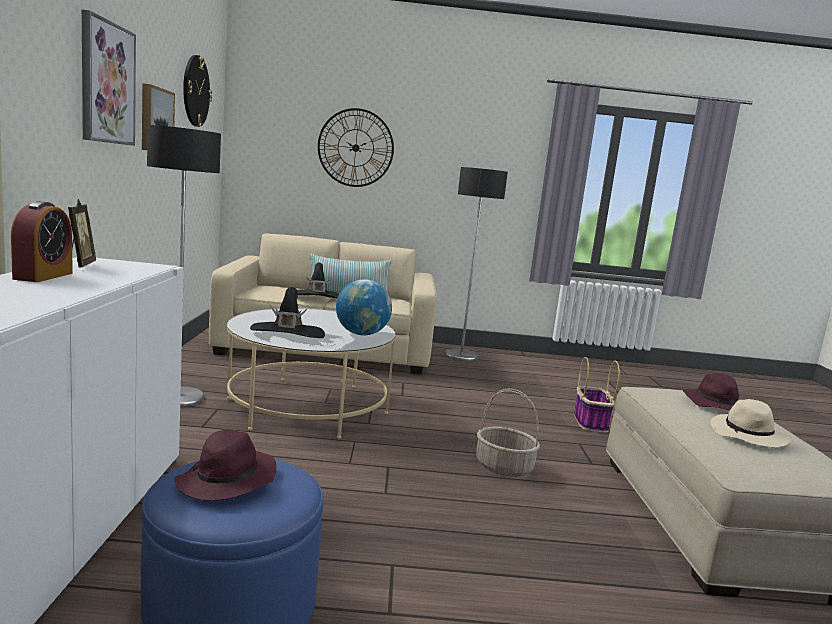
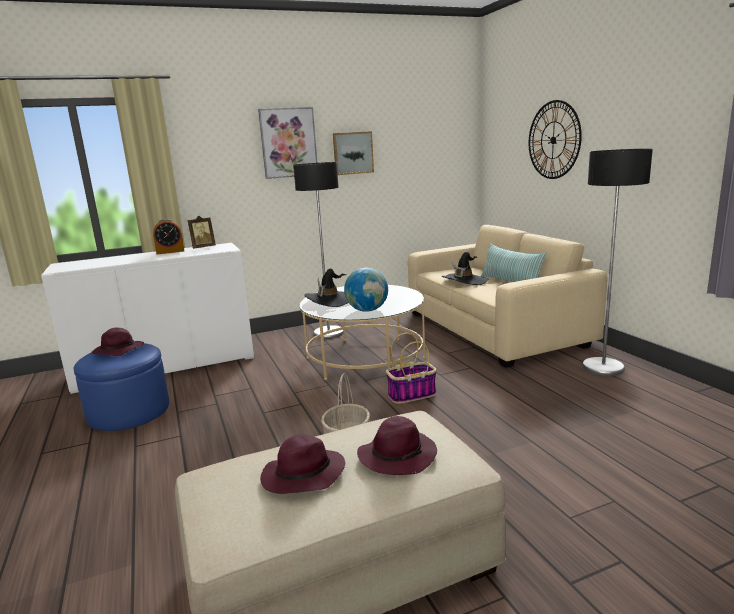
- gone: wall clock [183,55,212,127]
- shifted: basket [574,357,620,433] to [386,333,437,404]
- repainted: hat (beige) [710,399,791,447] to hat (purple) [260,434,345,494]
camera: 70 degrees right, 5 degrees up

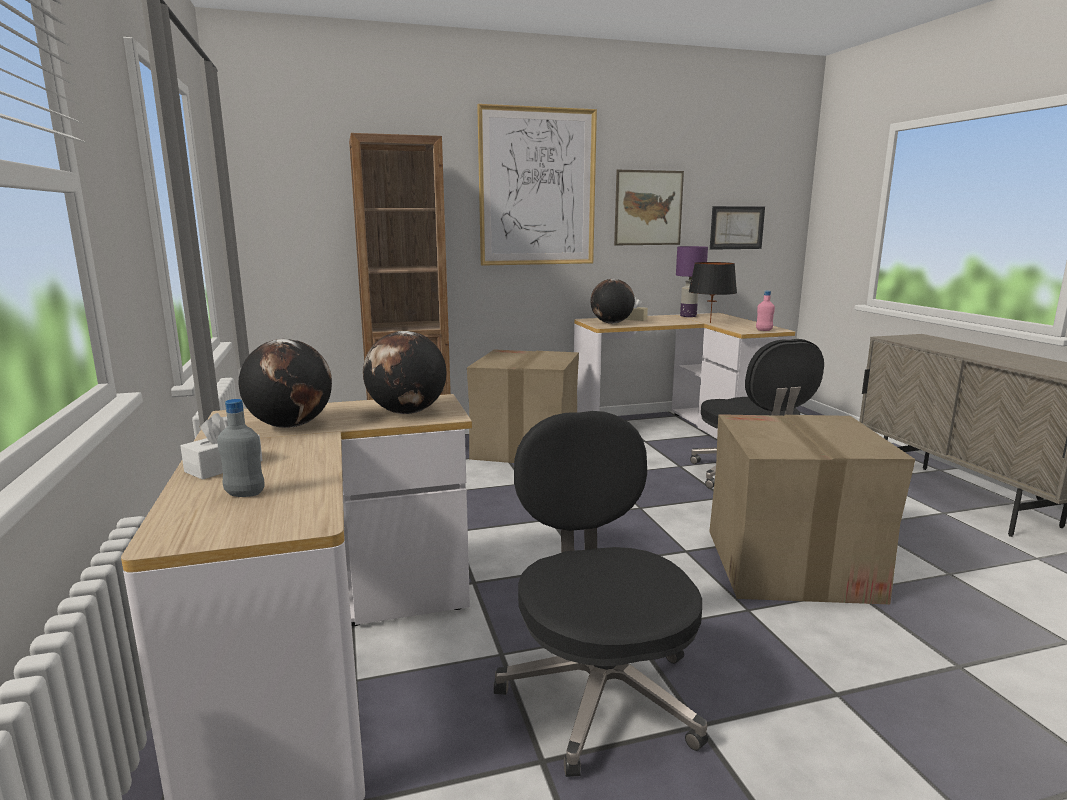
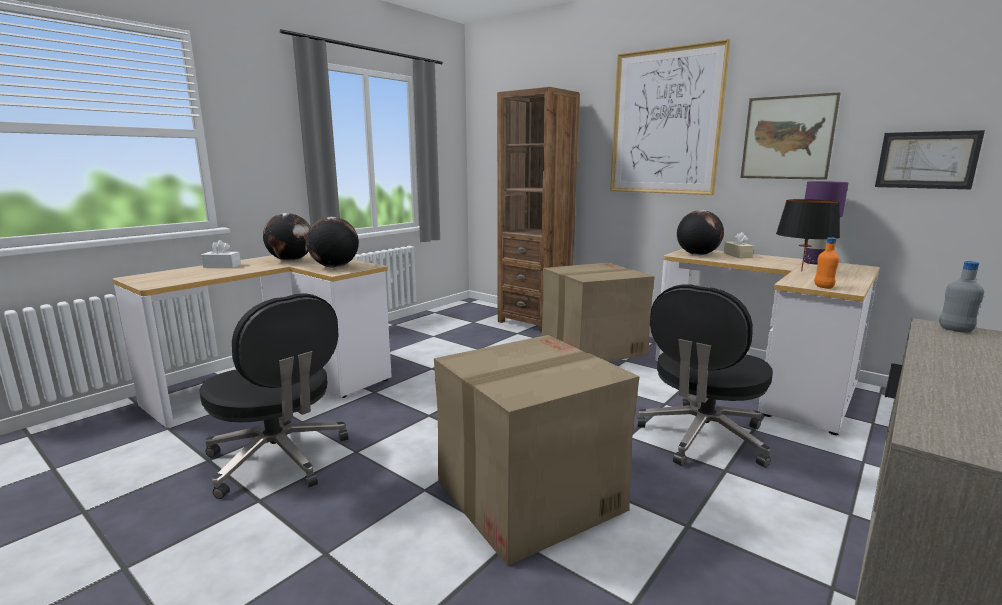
- shifted: bottle (grey) [217,399,265,497] to [939,261,984,333]
- rotated: office chair (black) [494,411,708,777] = [199,293,348,499] 90 degrees clockwise
- repainted: bottle (pink) [756,291,775,331] to bottle (orange) [814,237,839,289]
camera: 55 degrees right, 0 degrees up

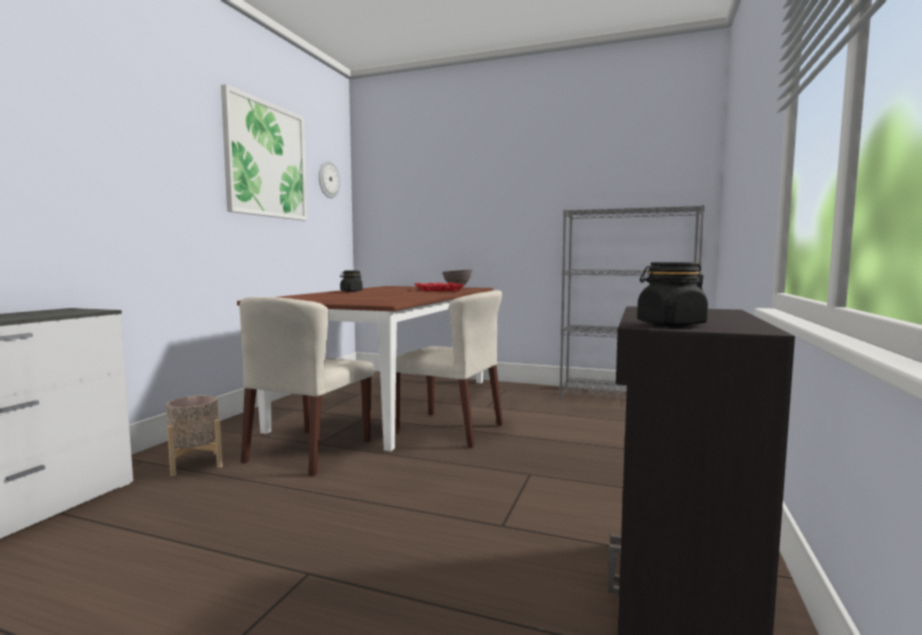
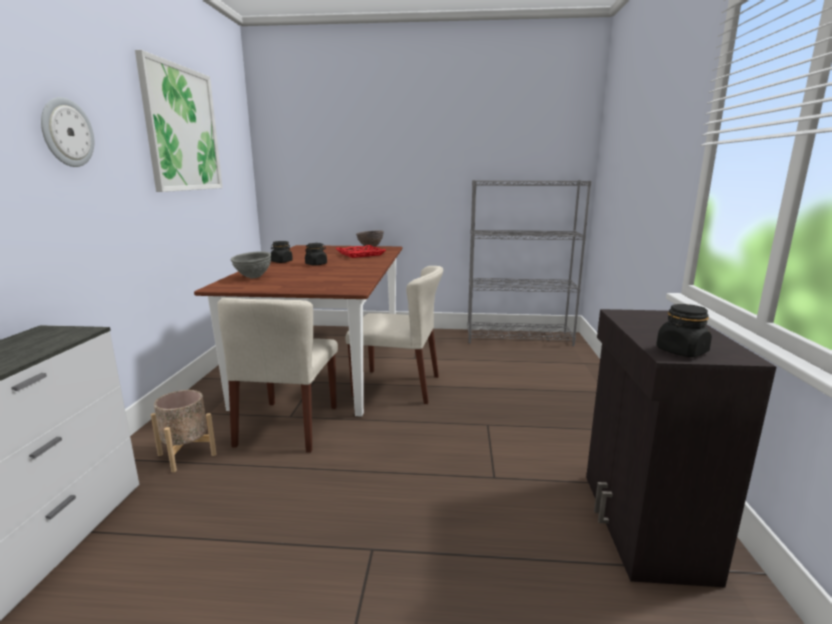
- shifted: wall clock [319,161,340,198] to [41,97,94,167]
- new: bowl (grey) [231,251,271,278]
- new: jar (black) [305,243,327,266]
camera: 15 degrees left, 10 degrees up

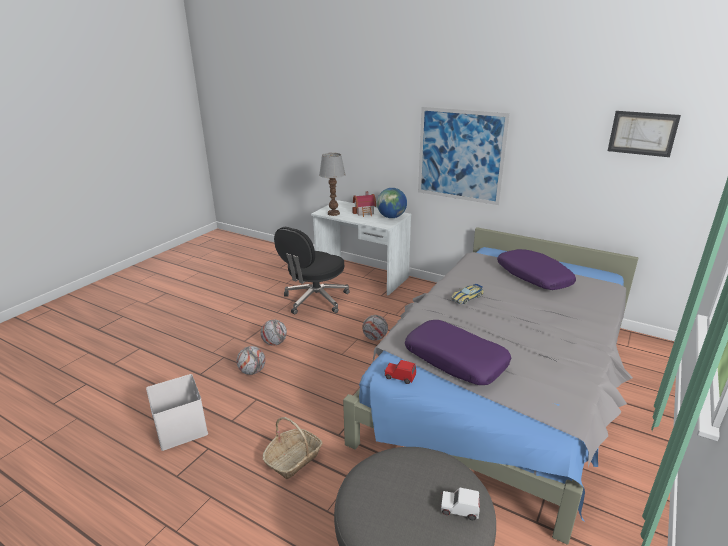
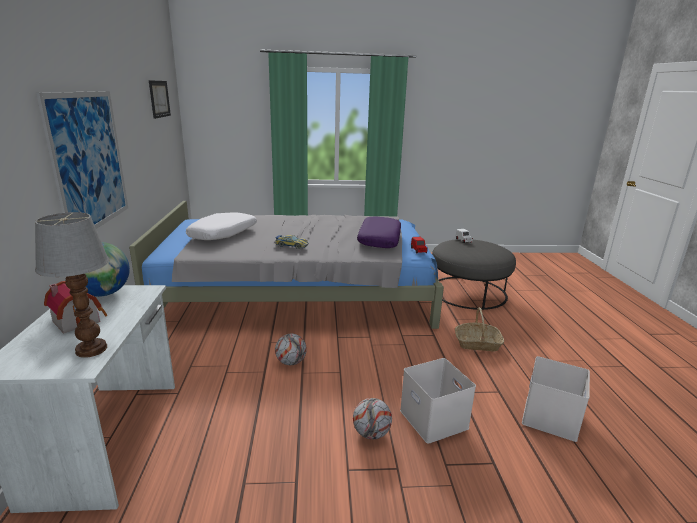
- swapped: football [237,346,265,375] to storage box (white) [400,358,476,444]
- gone: office chair (black) [274,227,350,314]
- repainted: pillow (purple) [497,249,576,290] to pillow (white) [186,212,257,240]
camera: 125 degrees left, 5 degrees down

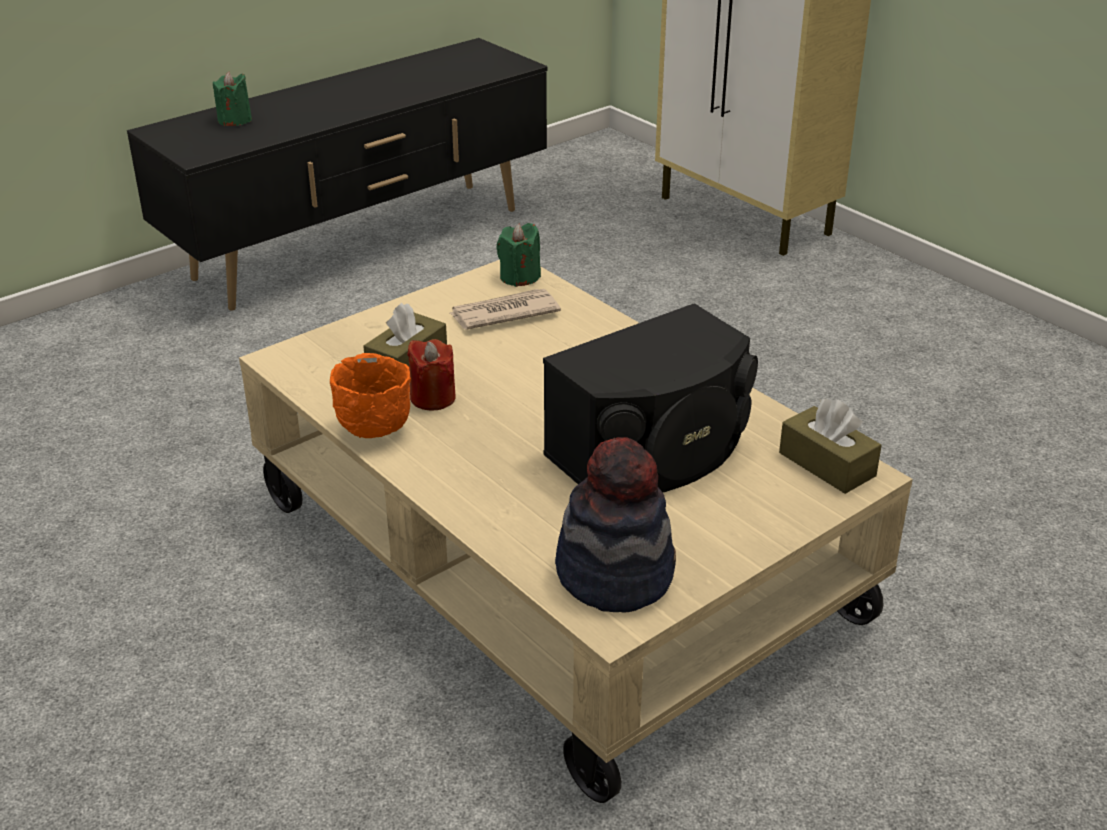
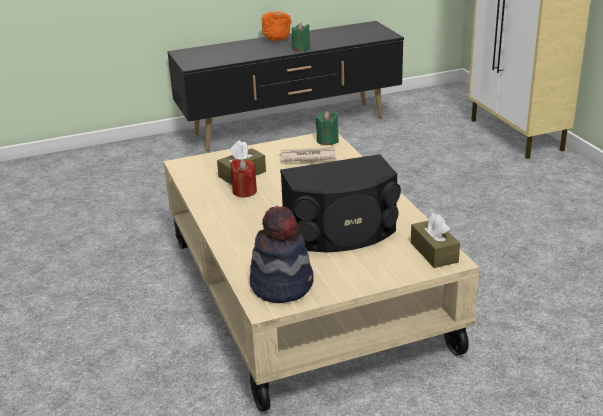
- shifted: candle (green) [213,72,252,126] to [292,23,310,51]
- shifted: bowl (orange) [330,353,411,438] to [261,11,292,41]
camera: 20 degrees right, 5 degrees down

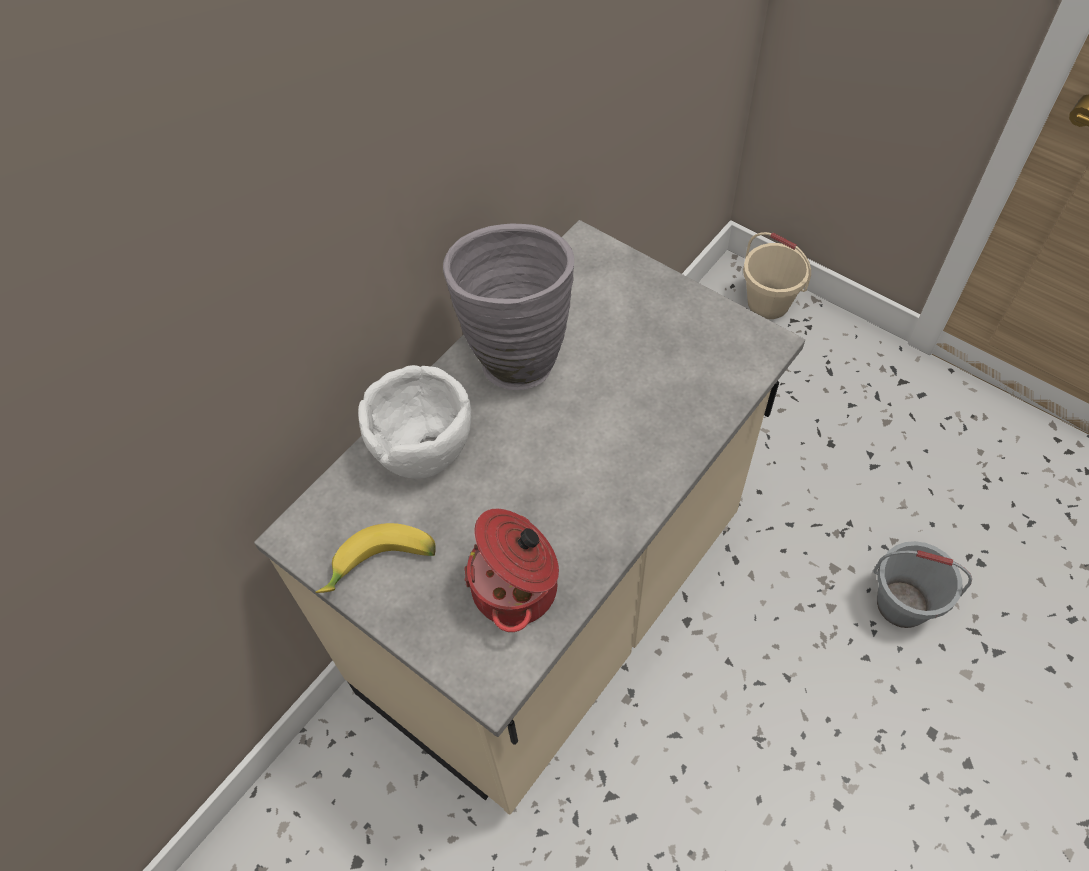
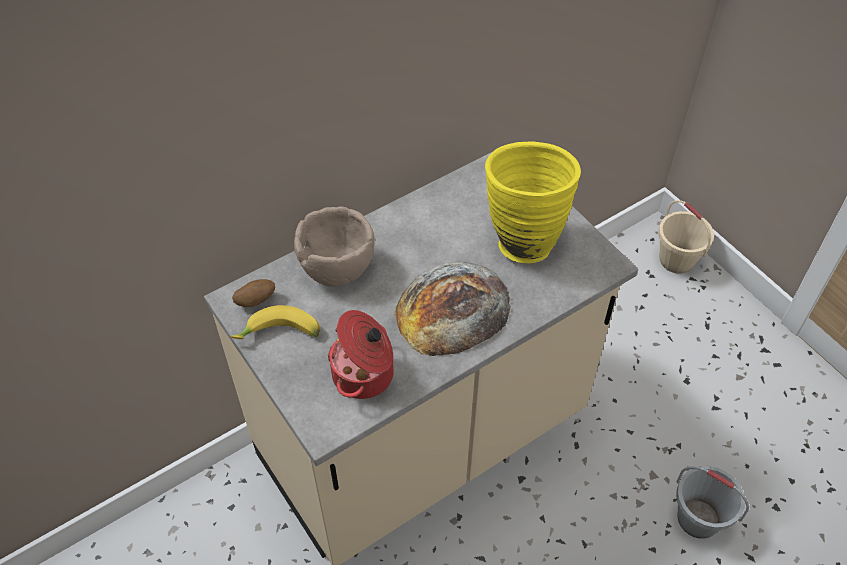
- repainted: bowl (white) [358,365,471,479] to bowl (brown) [294,206,375,287]
- gone: vase (grey) [443,223,575,390]
- new: potato [232,279,275,307]
- new: bread [394,262,511,356]
- new: vase (yellow) [485,142,581,263]
camera: 15 degrees right, 5 degrees down

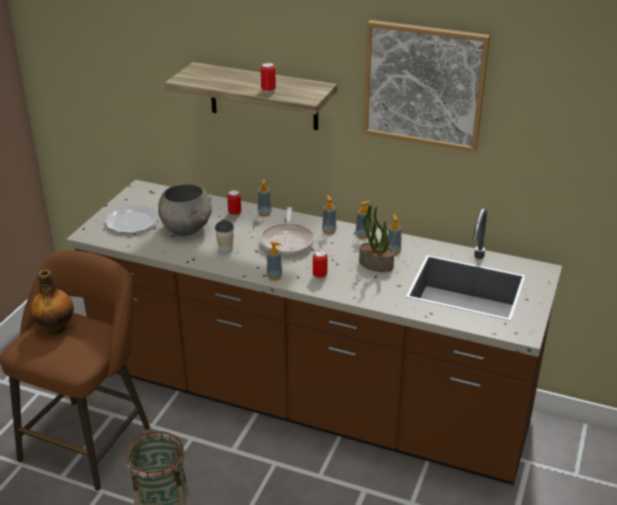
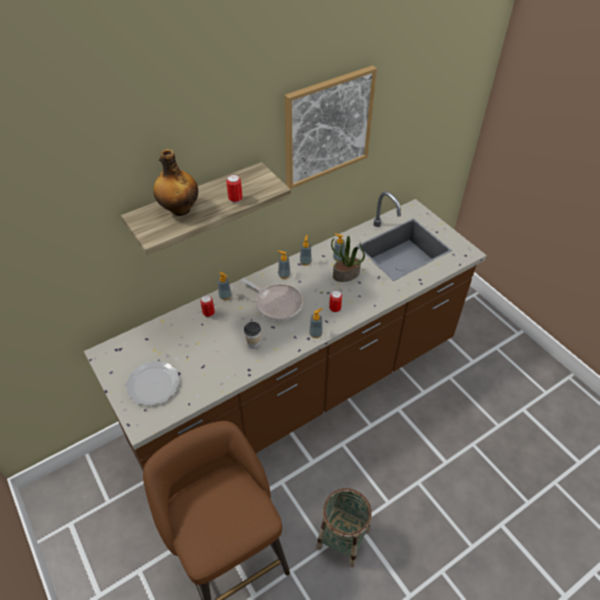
- shifted: bottle [30,270,74,334] to [153,149,198,216]
- gone: bowl (grey) [158,184,212,236]
camera: 55 degrees left, 15 degrees up

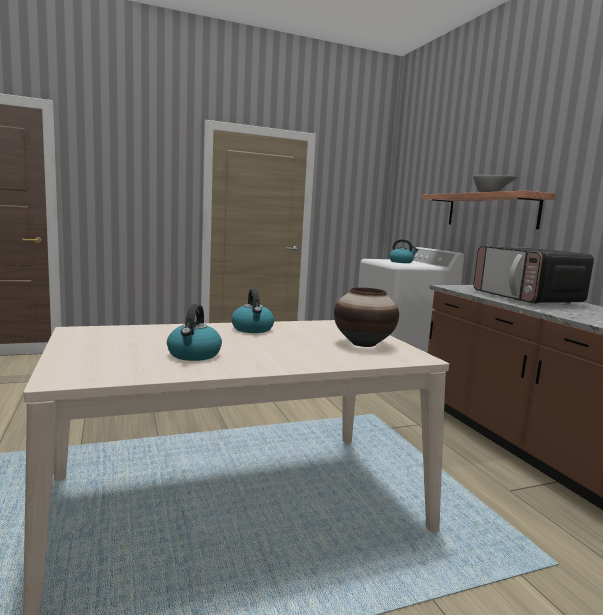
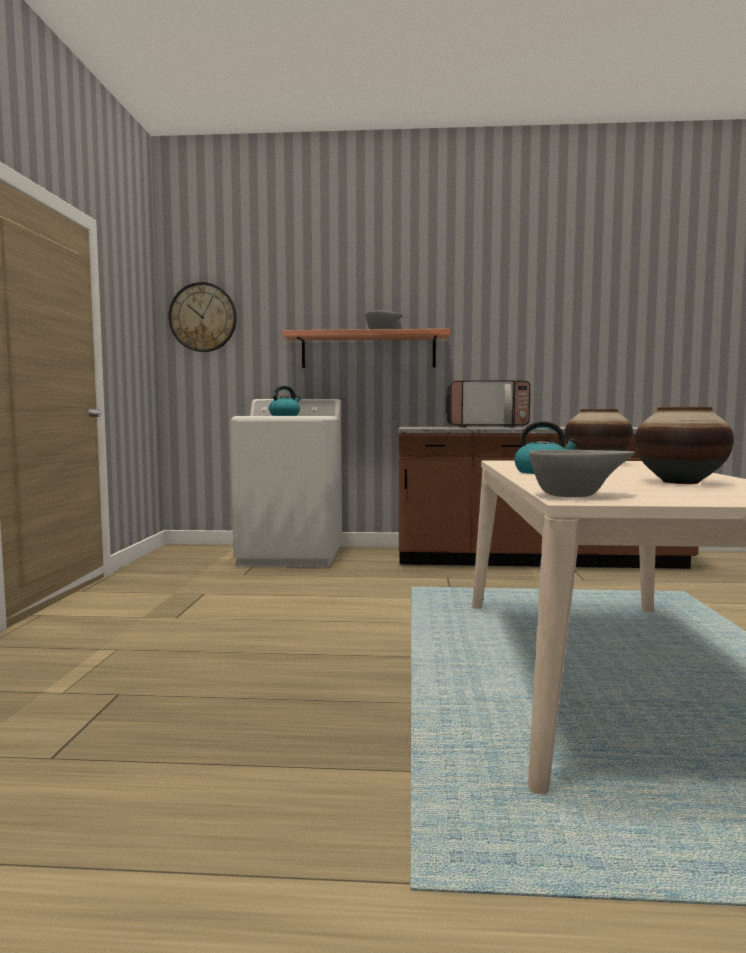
- swapped: kettle [167,304,222,361] to vase [635,407,734,484]
- new: wall clock [168,282,237,352]
- new: bowl (grey) [529,450,635,497]
camera: 65 degrees left, 5 degrees down

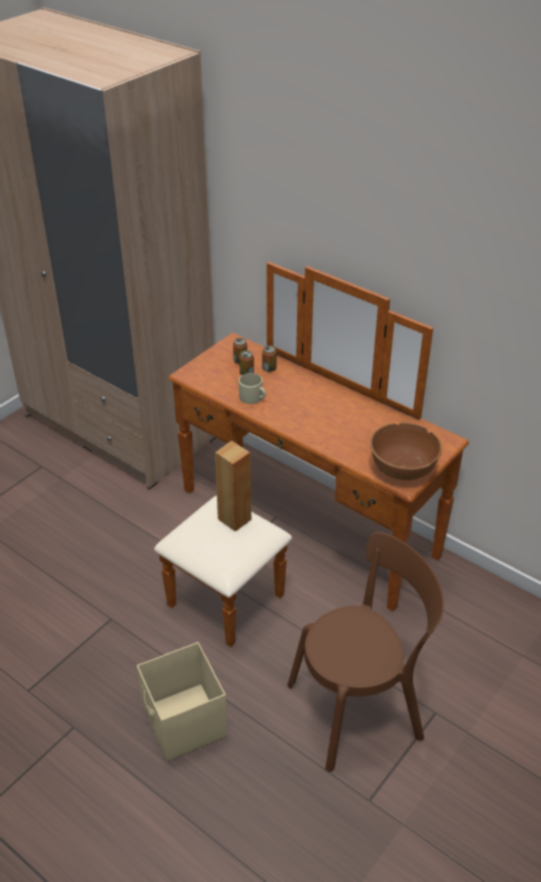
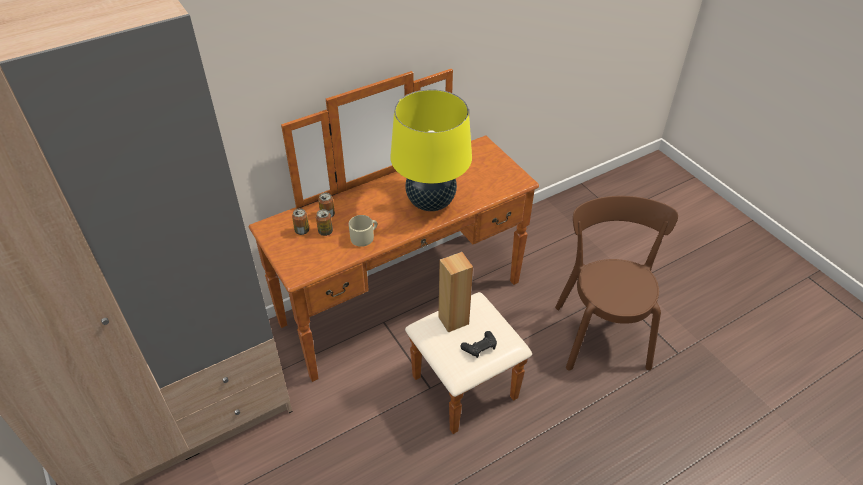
- gone: storage box (beige) [137,642,228,761]
- gone: bowl (brown) [370,422,442,480]
- new: table lamp (yellow) [390,89,472,211]
- new: game controller (black) [460,331,497,358]
camera: 70 degrees left, 5 degrees up

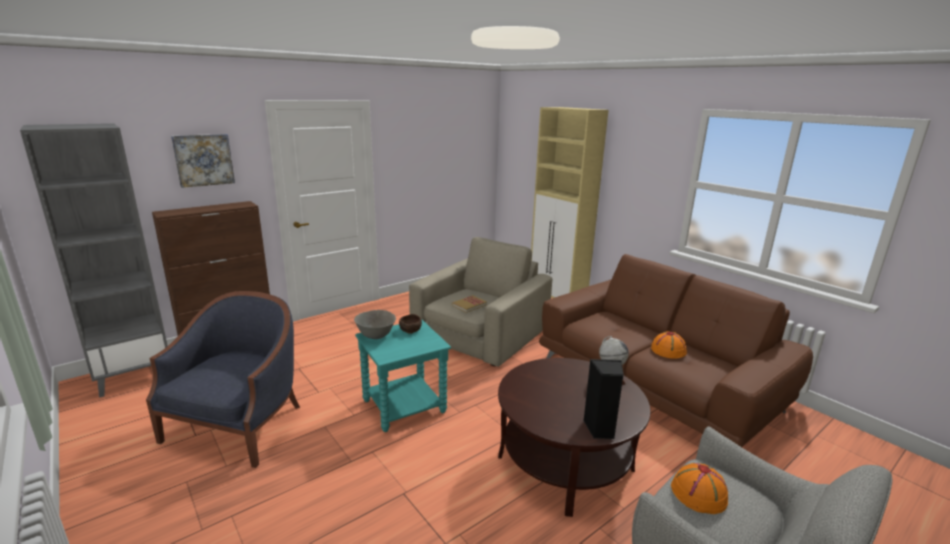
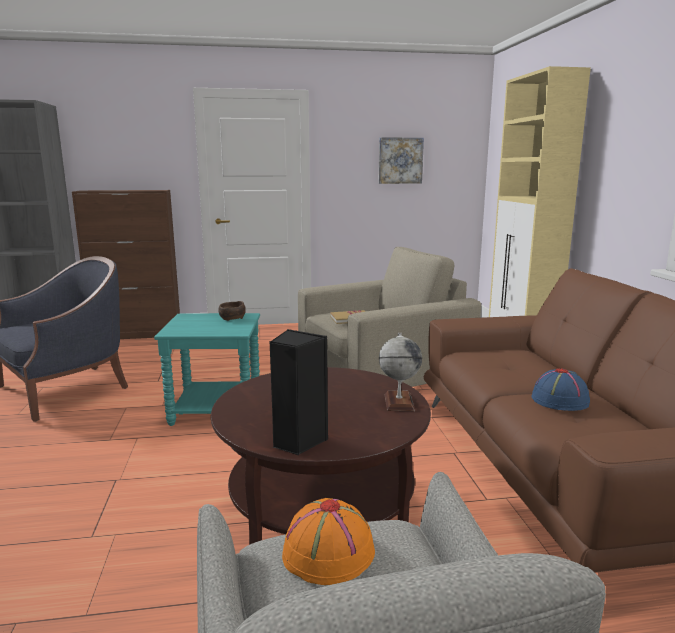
- shifted: picture [171,134,235,188] to [378,137,424,184]
- gone: bowl (grey) [354,310,396,339]
- repainted: hat (orange) [651,331,687,358] to hat (blue) [532,368,590,411]
camera: 30 degrees right, 5 degrees down

